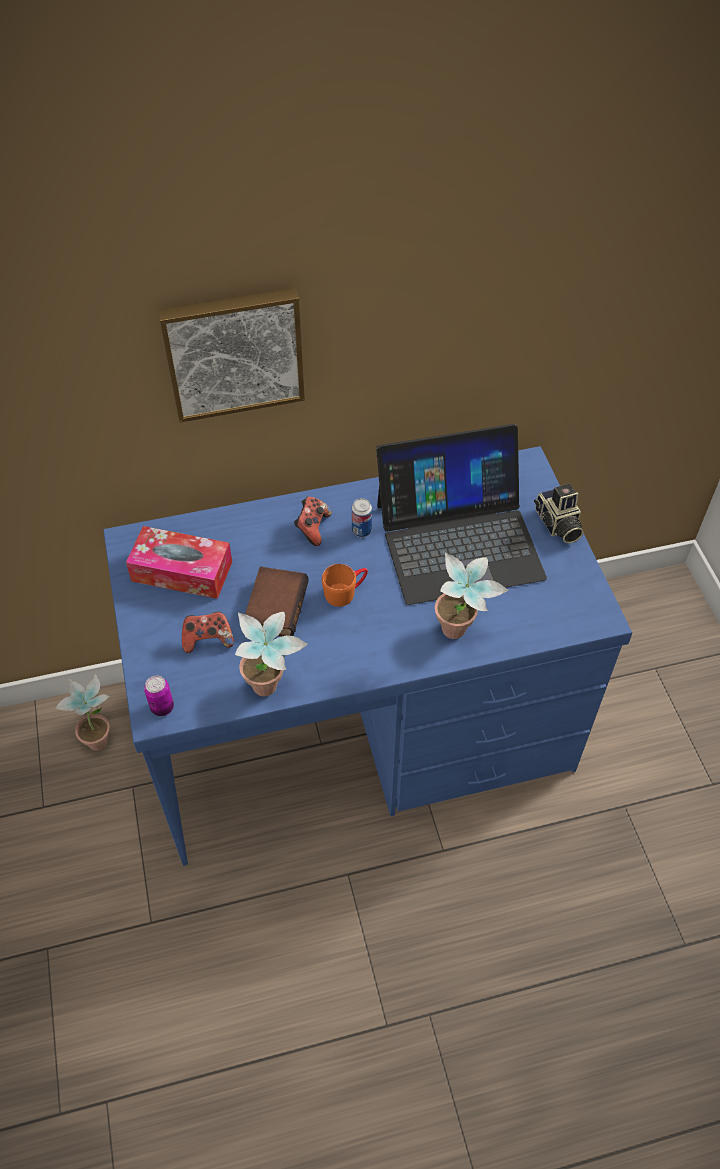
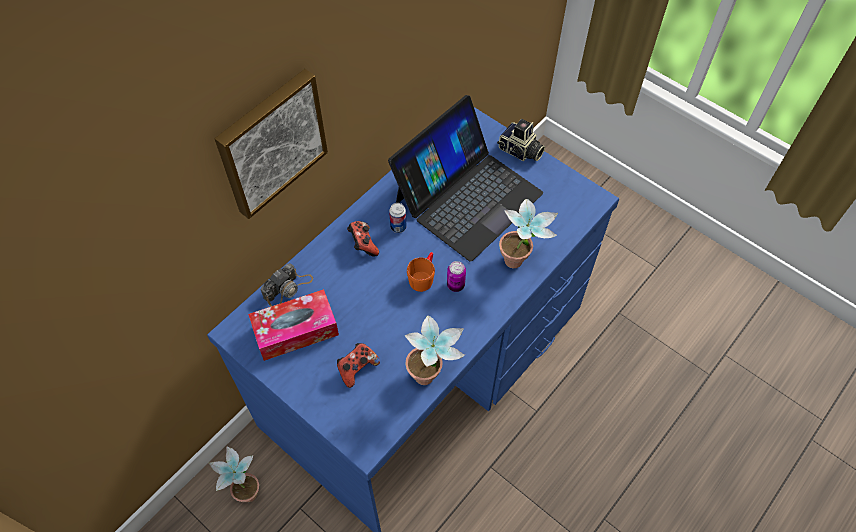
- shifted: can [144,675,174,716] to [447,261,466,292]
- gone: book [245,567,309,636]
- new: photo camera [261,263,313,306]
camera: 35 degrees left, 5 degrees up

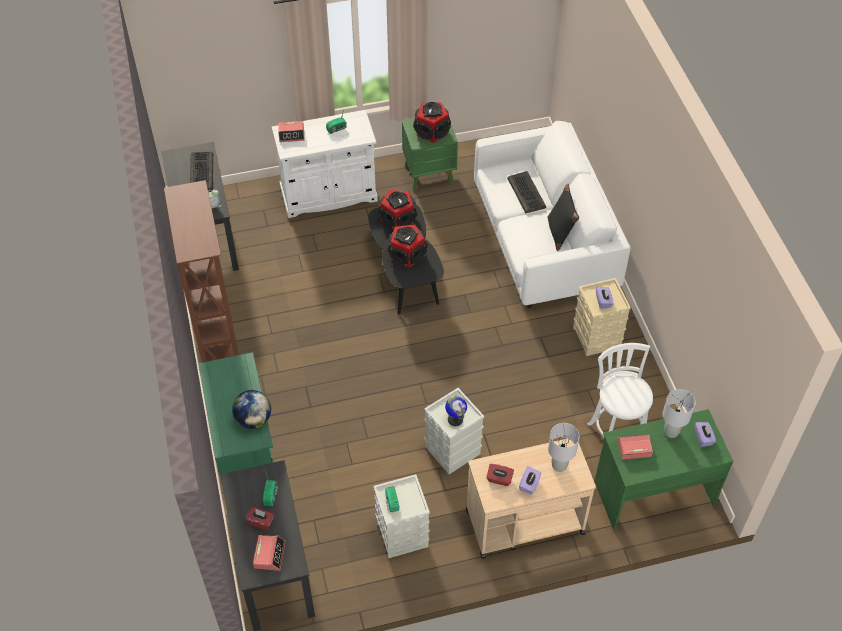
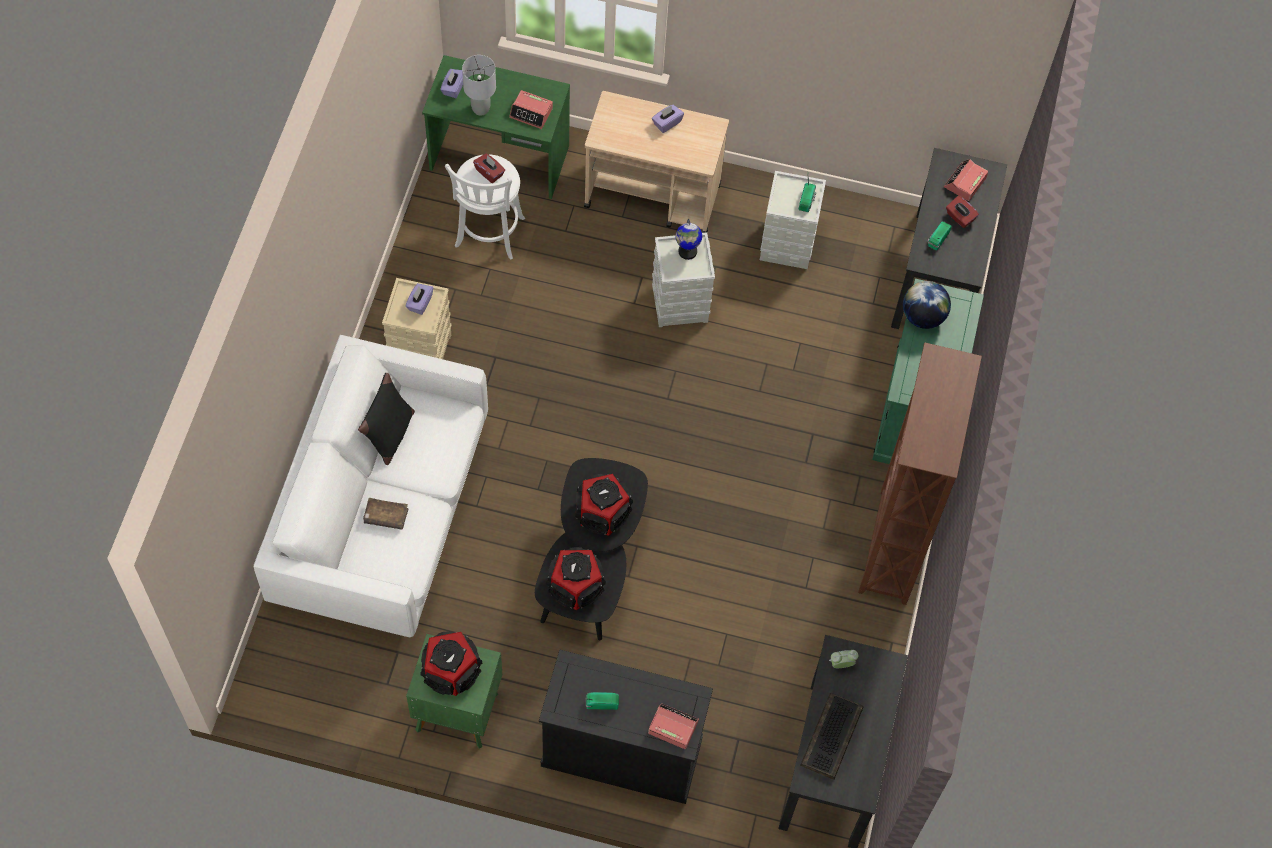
- repainted: cabinet (white) [272,110,378,218] to cabinet (black) [539,650,713,804]
- shifted: tissue box (red) [486,464,514,486] to [473,153,505,183]
- swapped: keyboard [507,171,546,213] to book (brown) [363,498,409,530]
- gone: table lamp (grey) [548,423,580,472]
camera: 155 degrees left, 10 degrees up

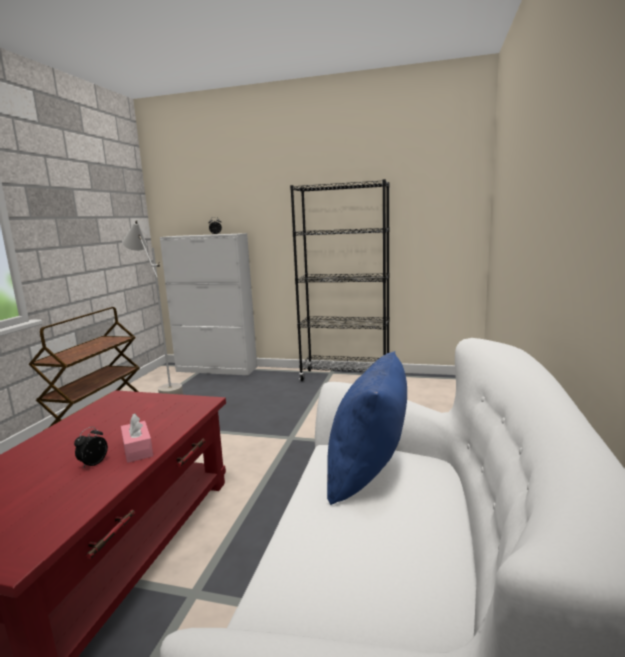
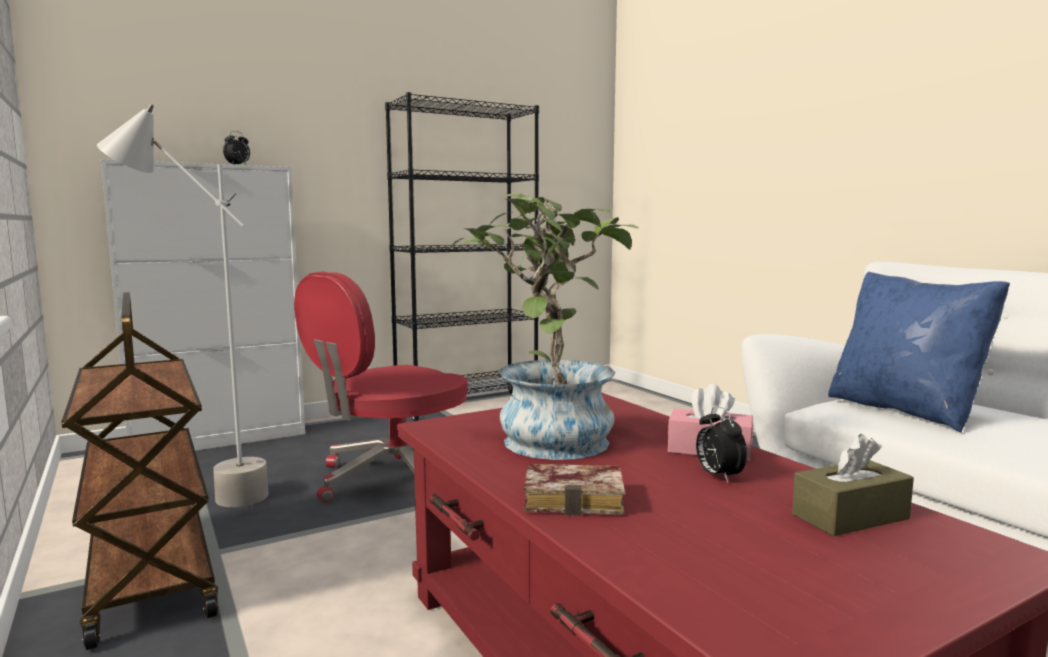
- new: office chair (red) [294,271,468,503]
- new: potted plant [450,193,639,460]
- new: book [524,464,625,516]
- new: tissue box (brown) [792,434,914,536]
camera: 45 degrees left, 5 degrees down

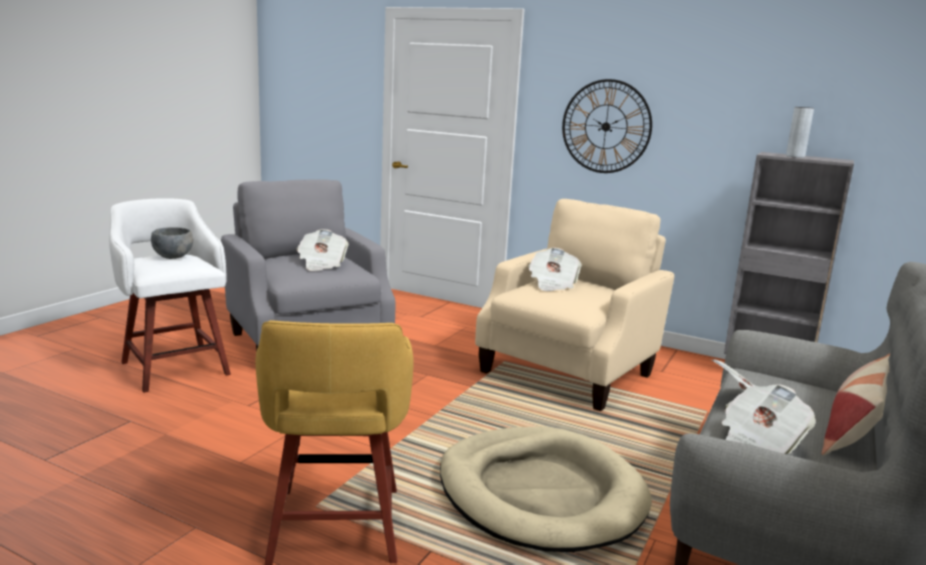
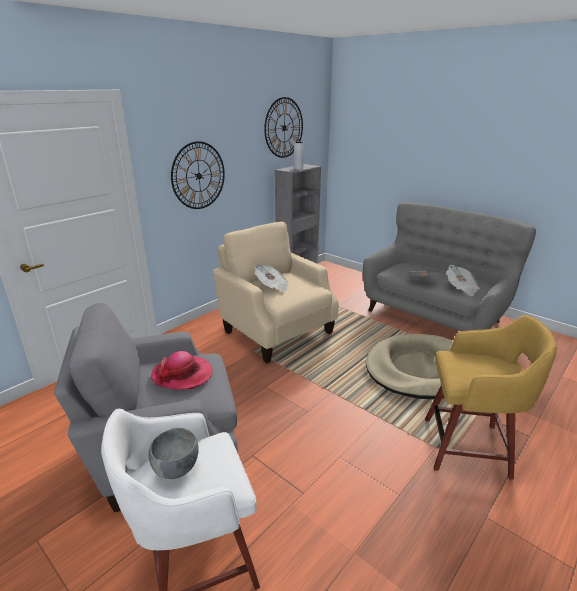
- swapped: newspaper [297,229,349,271] to hat [151,351,213,390]
- gone: pillow [822,354,890,455]
- new: wall clock [264,97,303,158]
camera: 75 degrees left, 10 degrees up

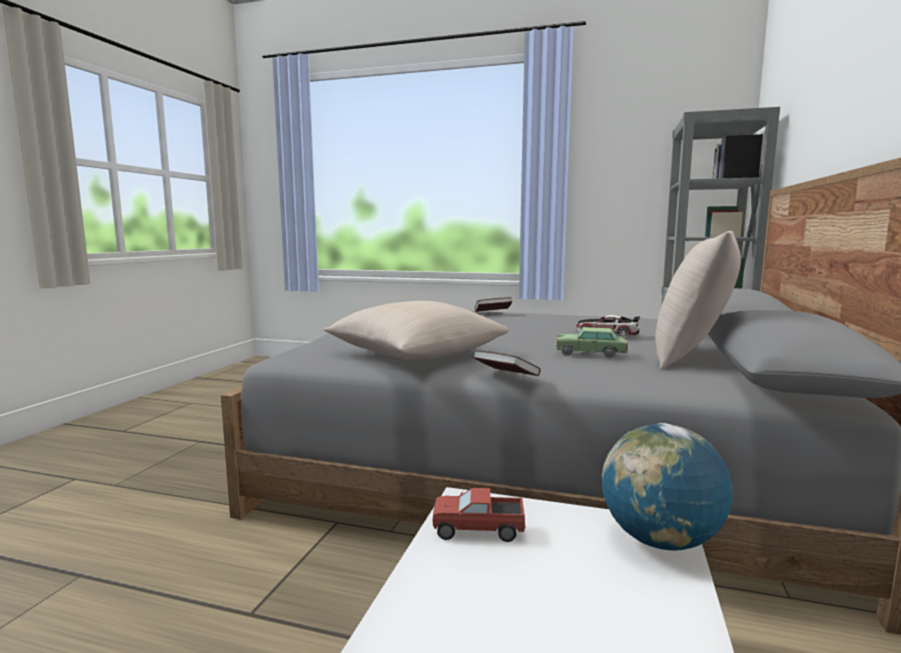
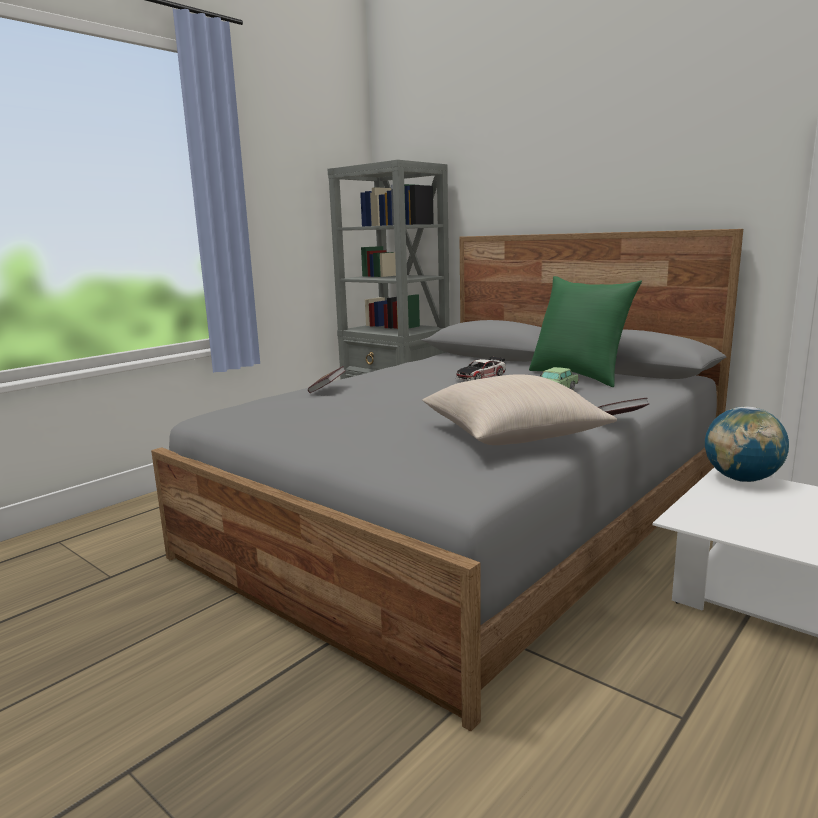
- gone: toy truck [432,488,526,542]
- repainted: pillow (beige) [655,231,741,370] to pillow (green) [529,276,642,387]
camera: 65 degrees left, 5 degrees up

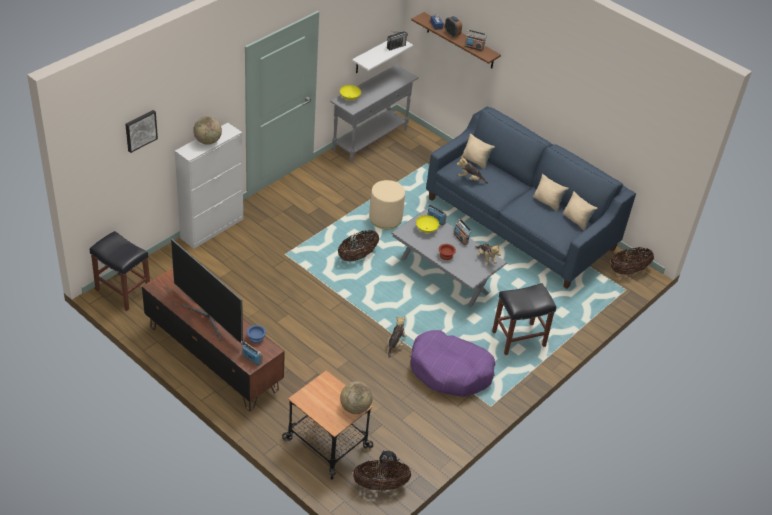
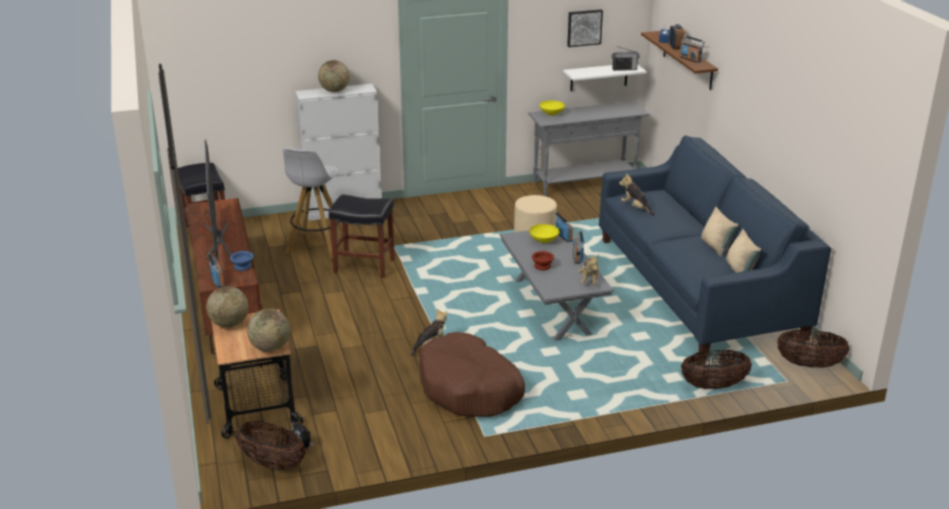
- shifted: picture [125,110,158,153] to [567,9,603,47]
- shifted: basket [338,230,379,262] to [681,350,752,389]
- repainted: dog bed (purple) [410,330,495,397] to dog bed (brown) [419,332,525,417]
- gone: pillow (beige) [462,133,495,170]
- shifted: stool (black) [492,283,556,355] to [329,194,395,278]
- new: globe [206,286,249,328]
- new: stool (white) [283,147,343,258]
camera: 35 degrees right, 15 degrees down

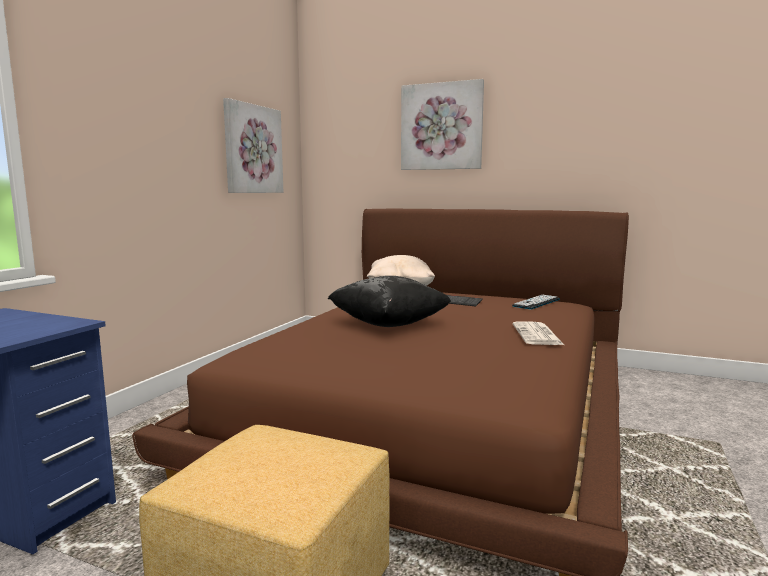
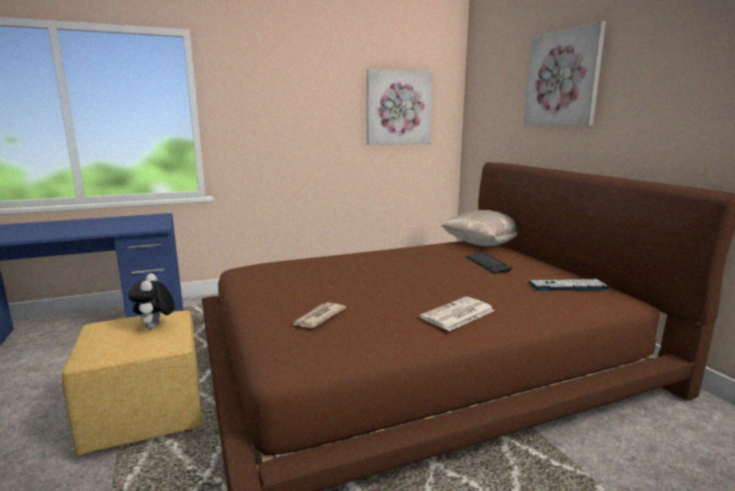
- gone: pillow (black) [328,276,451,327]
- new: plush toy [128,273,175,329]
- new: newspaper [293,302,346,328]
camera: 45 degrees right, 5 degrees up

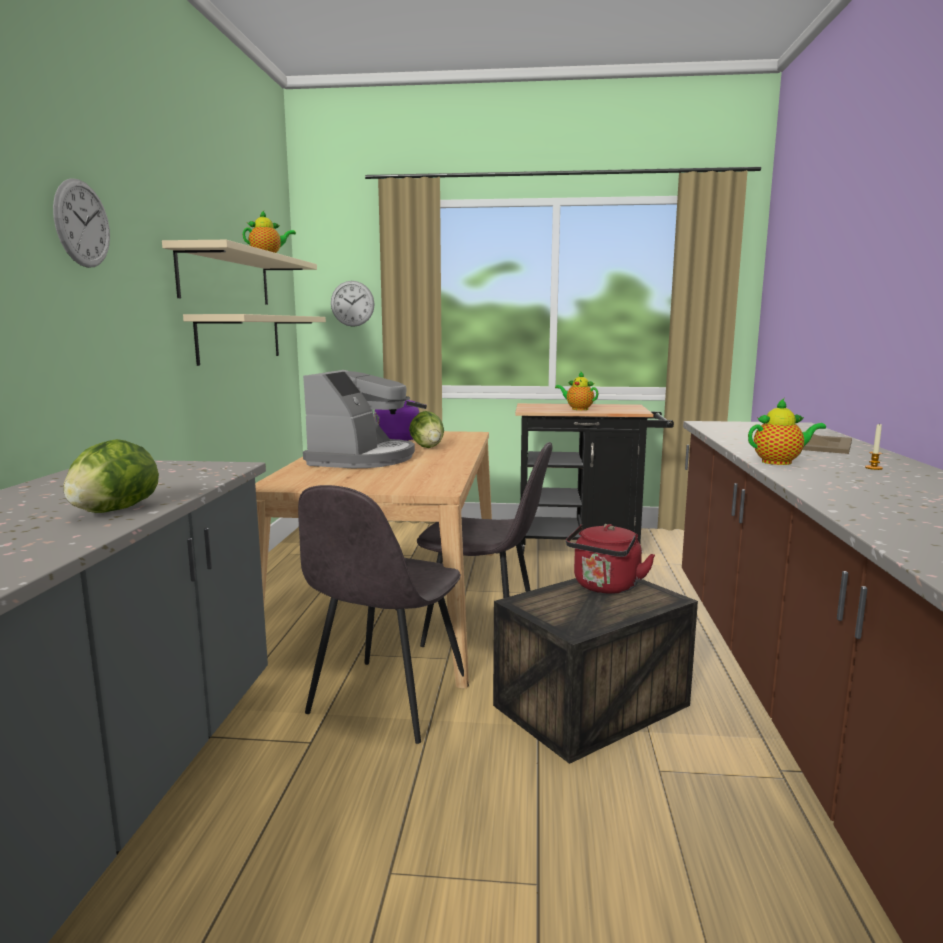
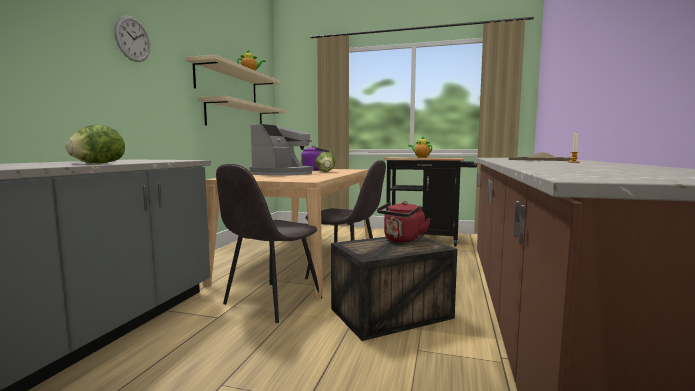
- gone: wall clock [331,281,375,327]
- gone: teapot [748,399,826,465]
camera: 10 degrees right, 5 degrees down

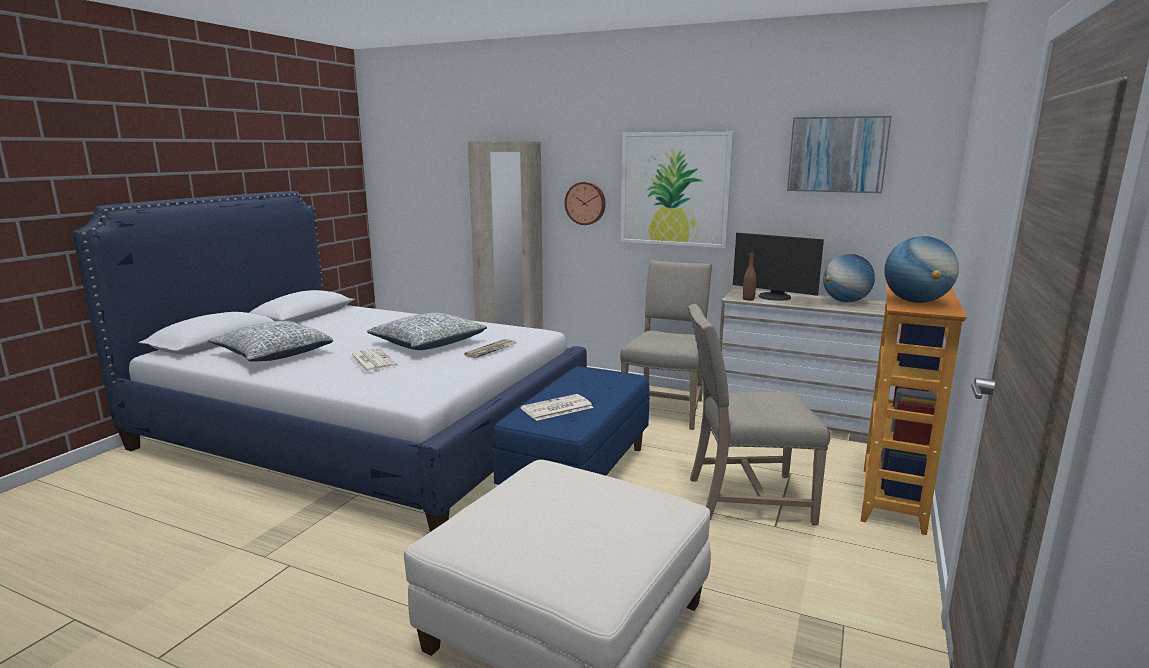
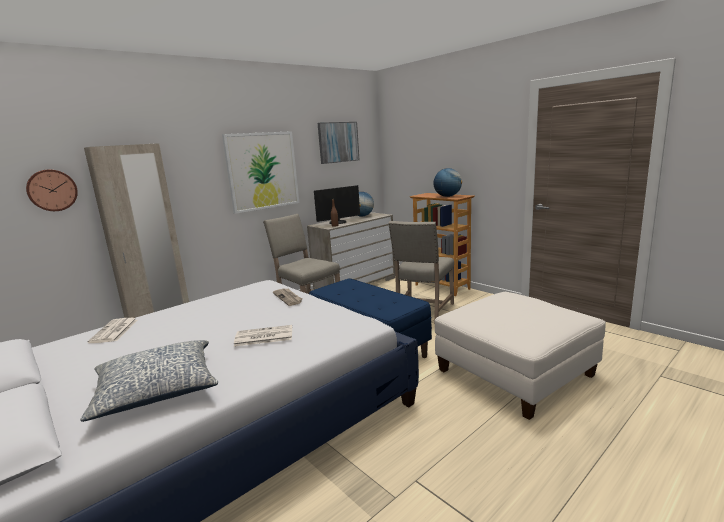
- gone: pillow [367,313,487,350]
- shifted: newspaper [521,394,593,421] to [87,318,137,343]
- shifted: wall clock [565,182,606,225] to [26,170,78,211]
camera: 65 degrees left, 0 degrees up

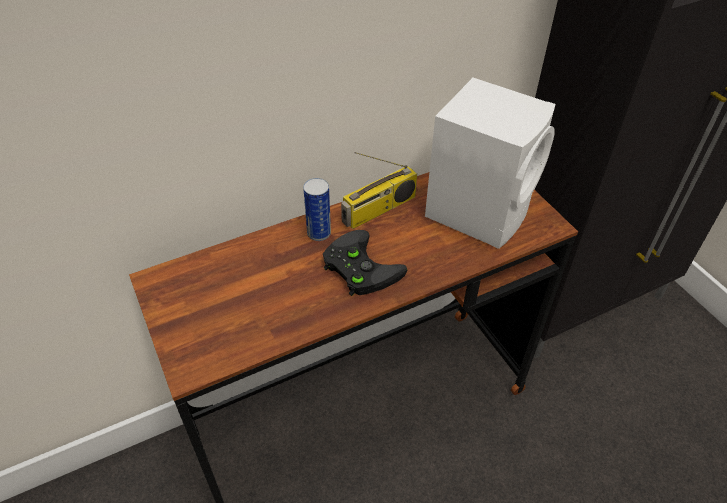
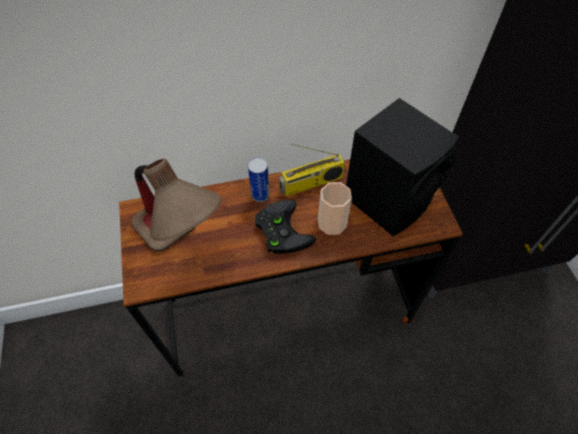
- repainted: speaker (white) [425,78,556,249] to speaker (black) [346,98,459,236]
- new: table lamp [131,158,222,252]
- new: cup [318,182,352,235]
camera: 15 degrees right, 10 degrees up

